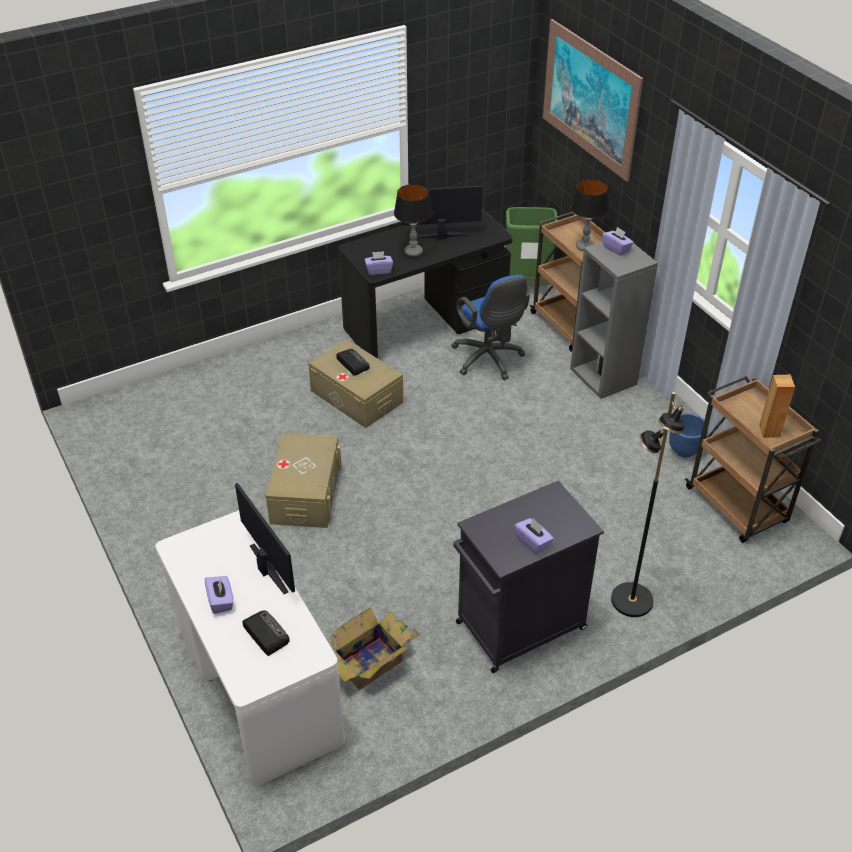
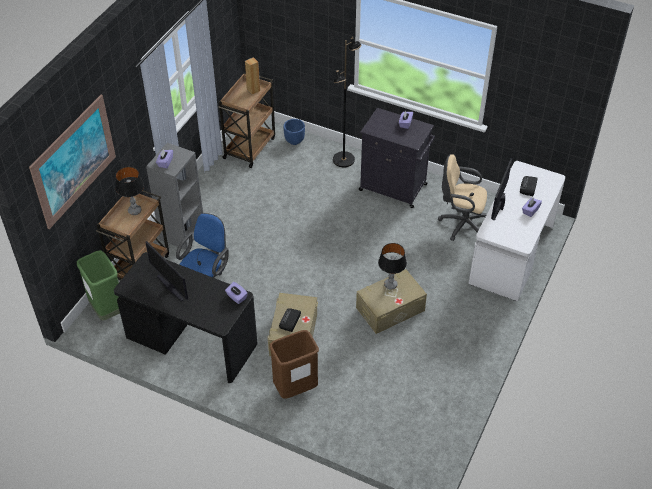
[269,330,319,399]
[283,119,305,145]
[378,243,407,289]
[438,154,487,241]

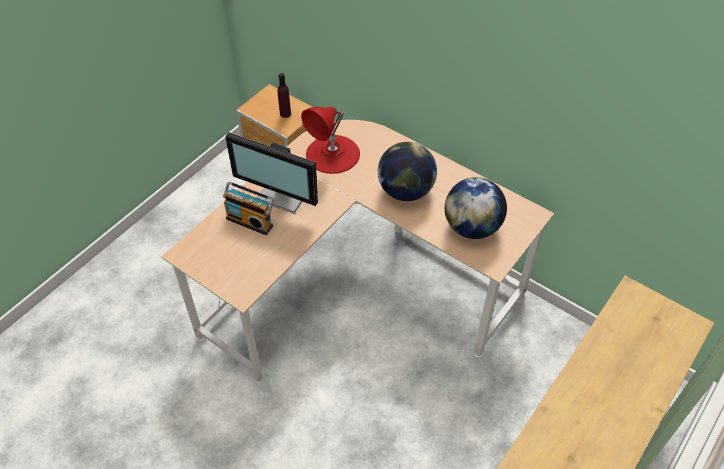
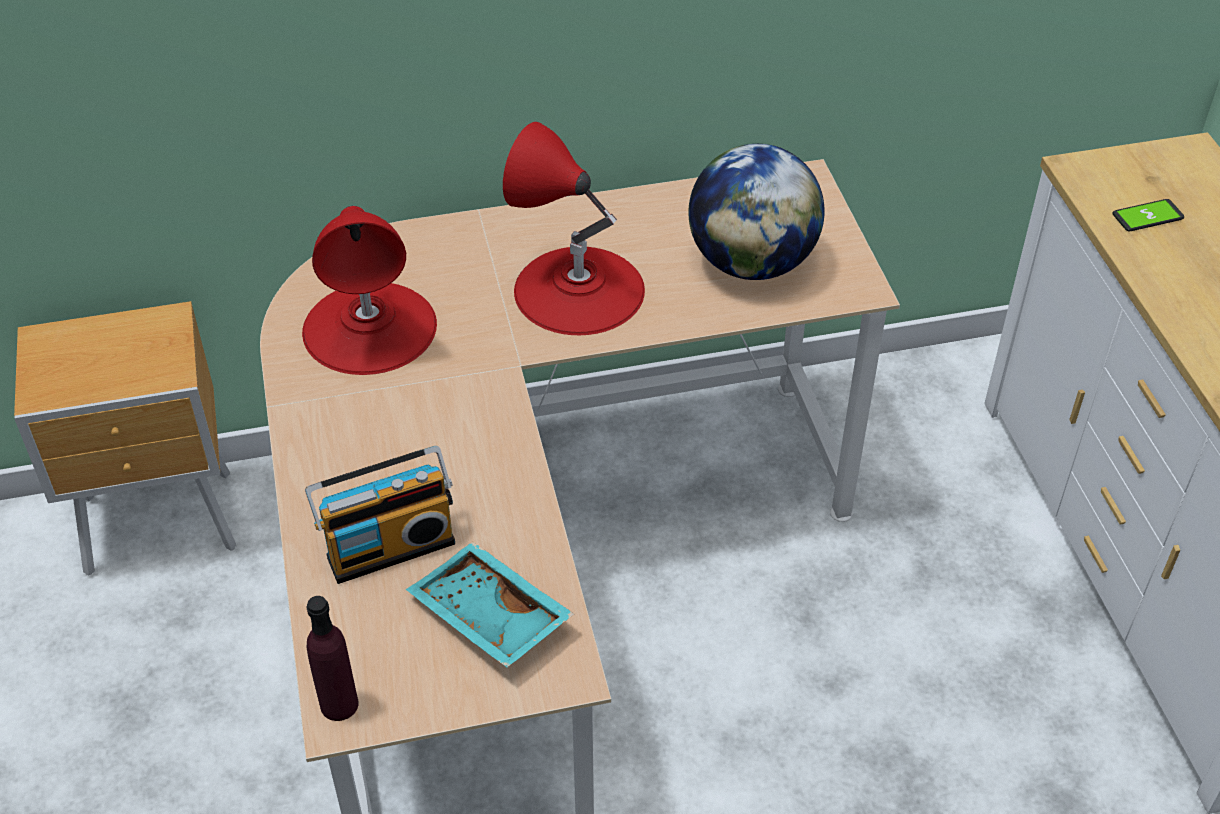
[306,596,359,721]
[406,542,574,668]
[503,122,645,335]
[1113,199,1184,231]
[225,132,318,213] (first image)

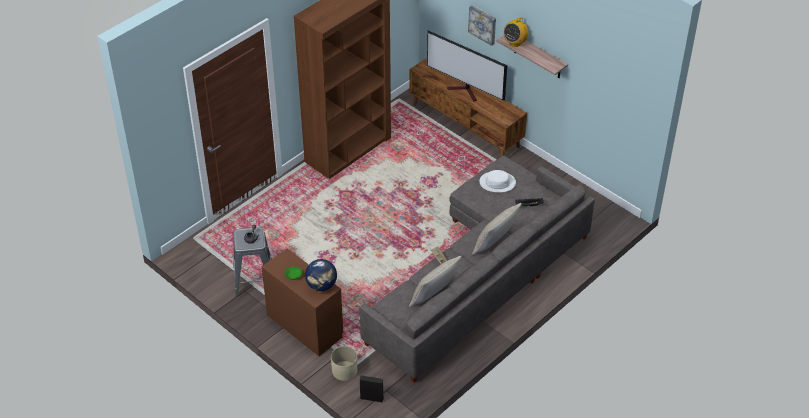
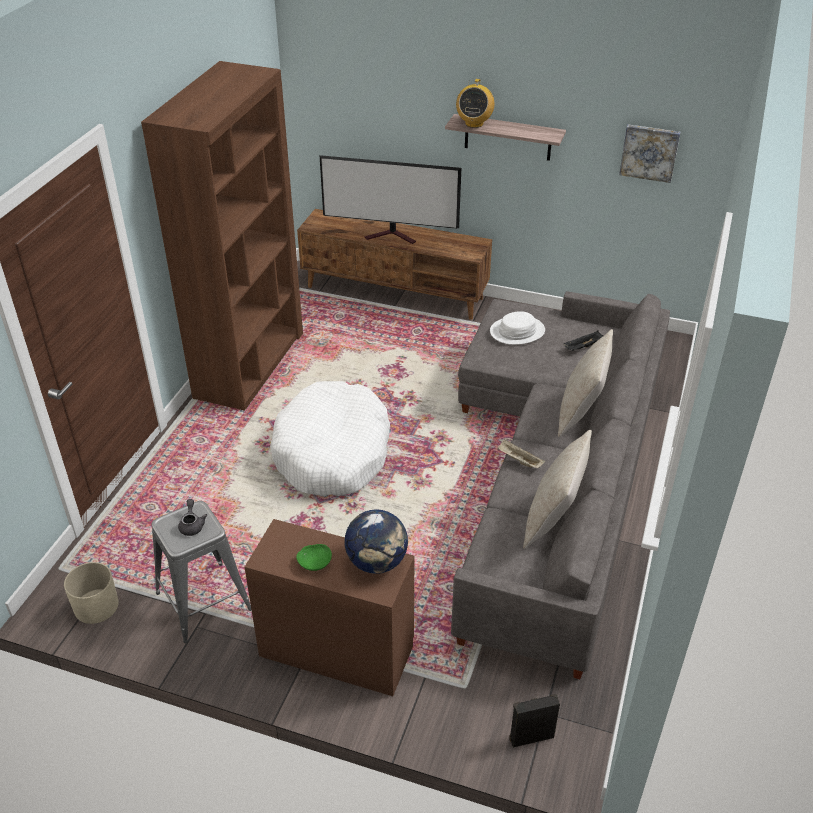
[64,562,119,624]
[270,381,390,496]
[619,124,680,183]

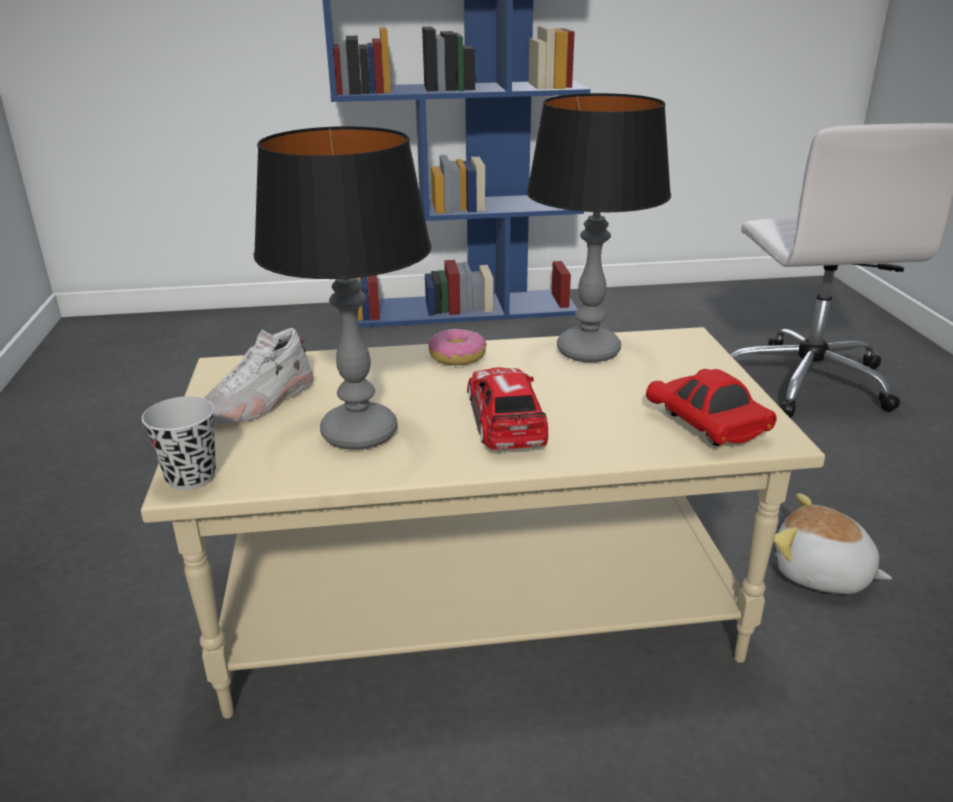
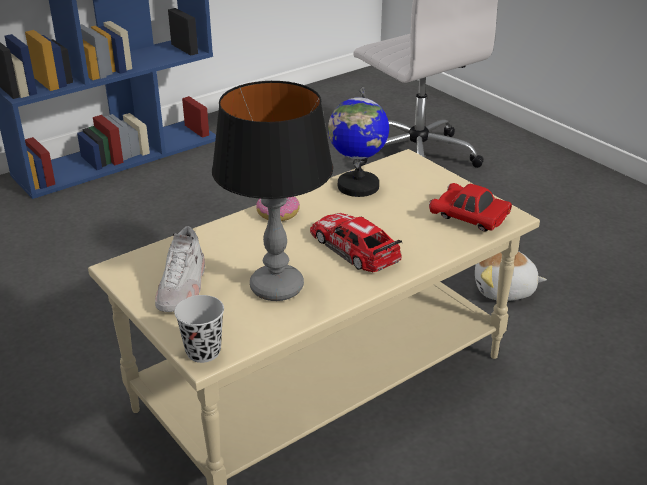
[328,87,389,197]

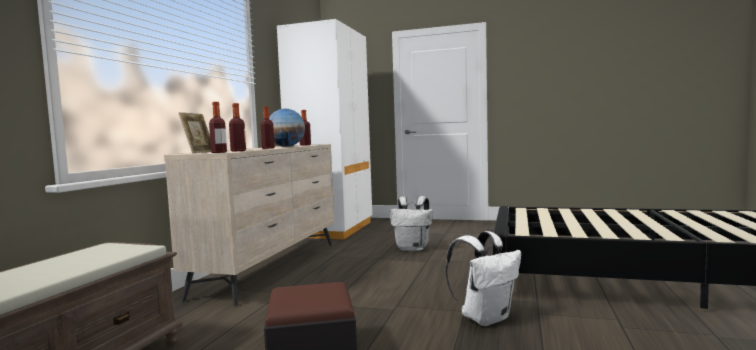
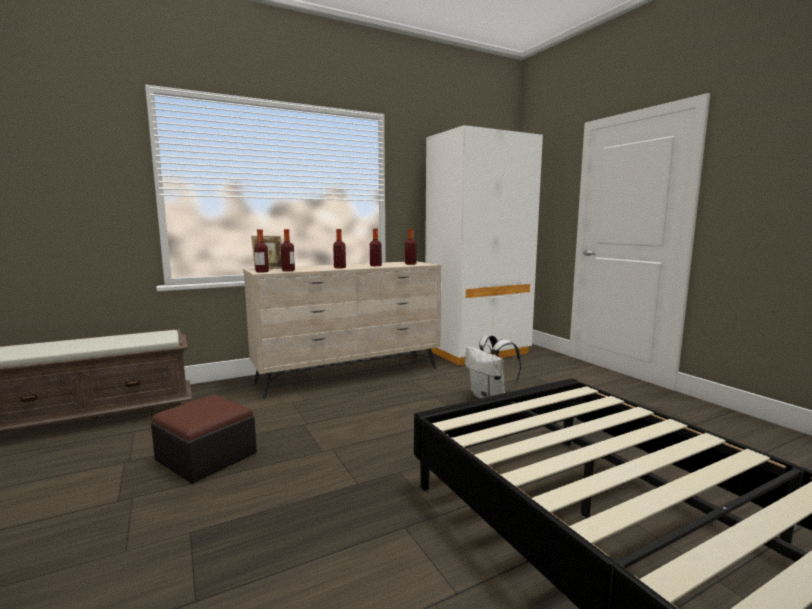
[370,229,382,266]
[446,231,521,326] (first image)

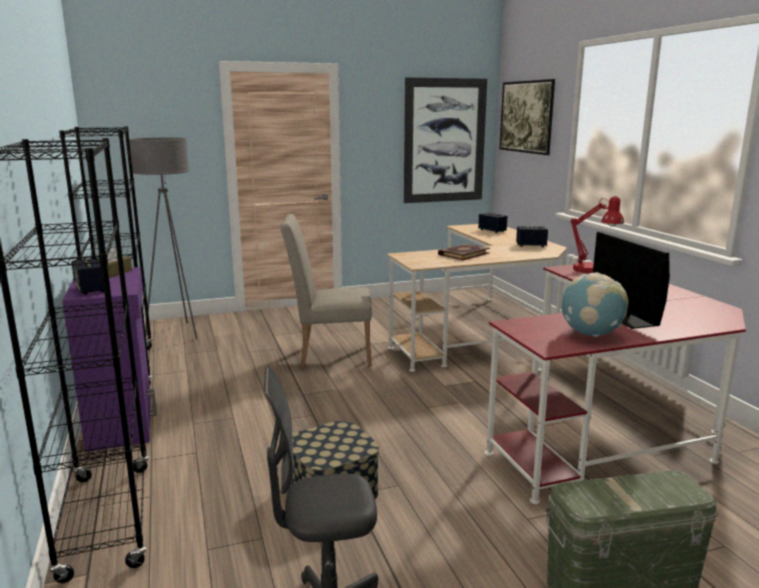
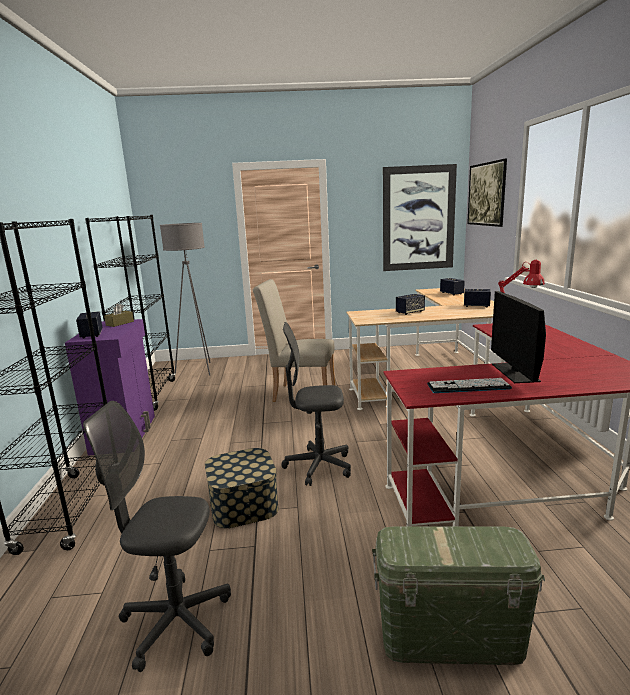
[281,322,351,486]
[396,294,425,315]
[427,378,512,393]

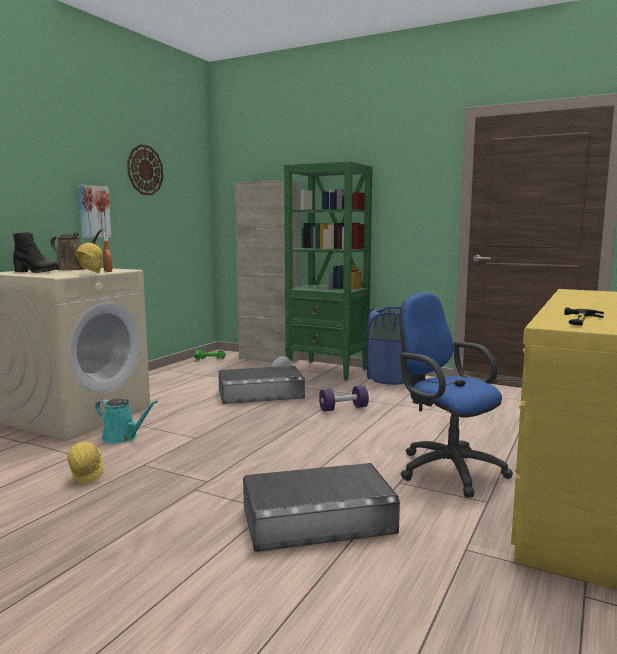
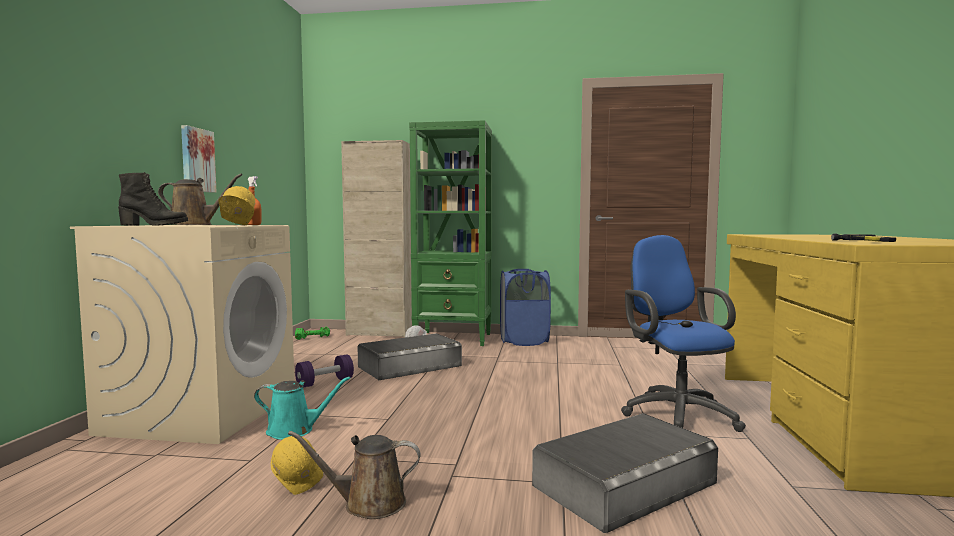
[288,431,421,519]
[295,354,354,388]
[621,235,746,432]
[127,144,163,195] (first image)

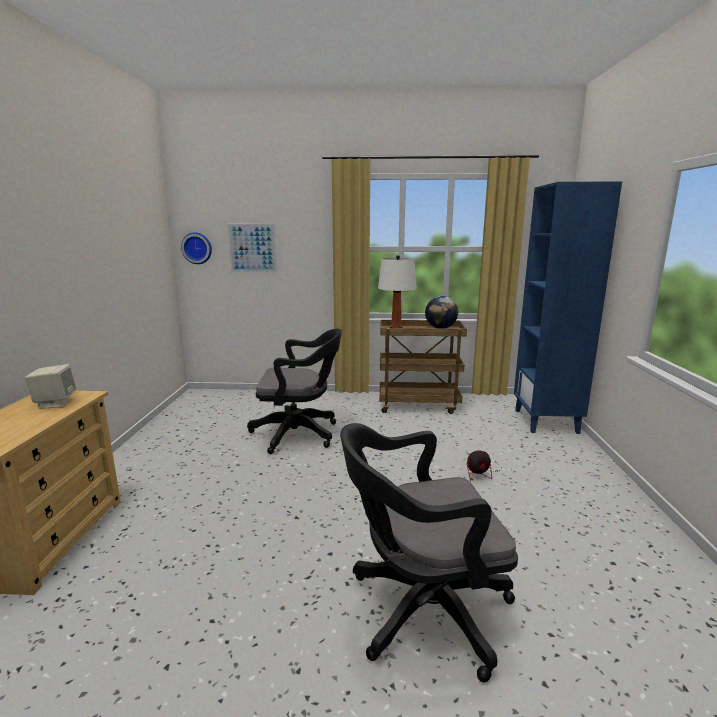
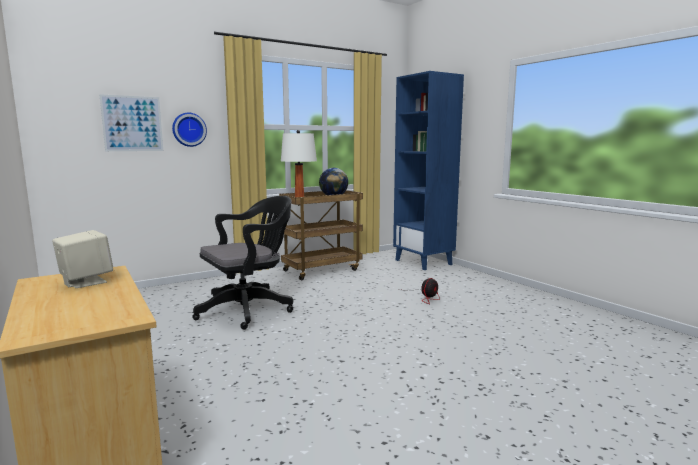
[172,113,207,147]
[340,423,518,683] (first image)

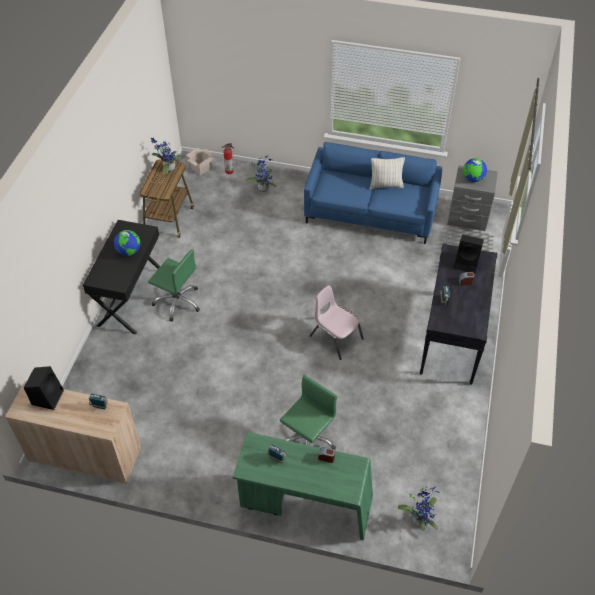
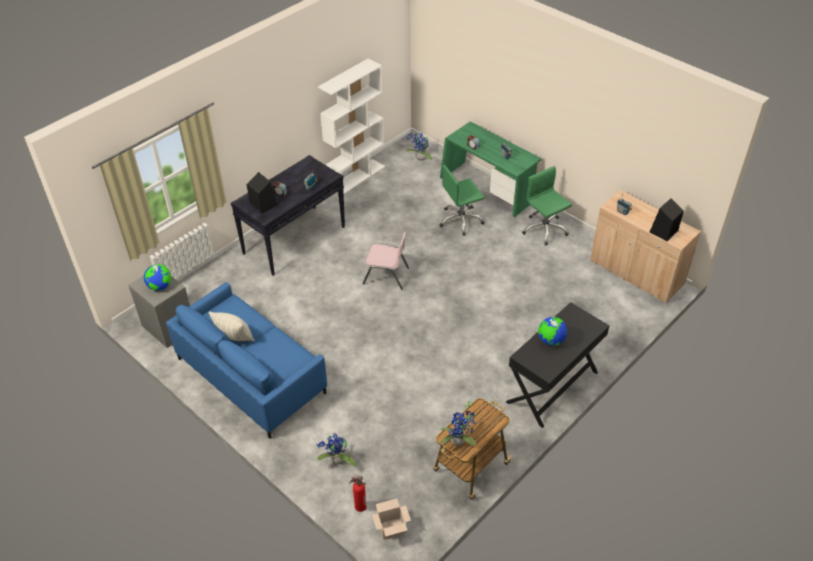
[318,59,385,195]
[362,232,409,289]
[522,166,572,246]

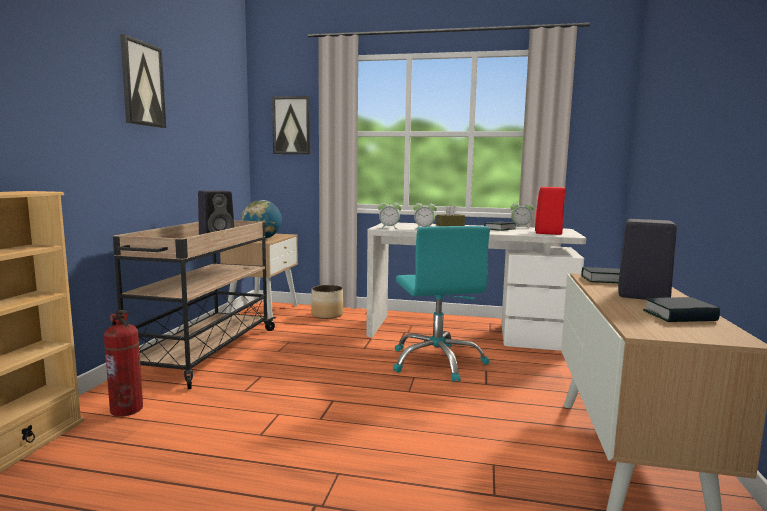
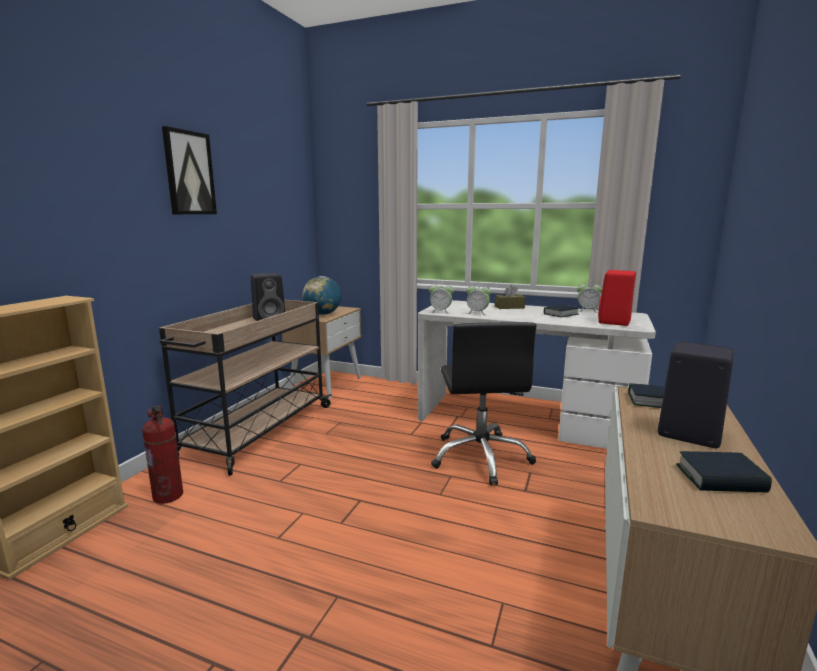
[431,322,536,485]
[272,96,310,154] (first image)
[311,285,343,319] (first image)

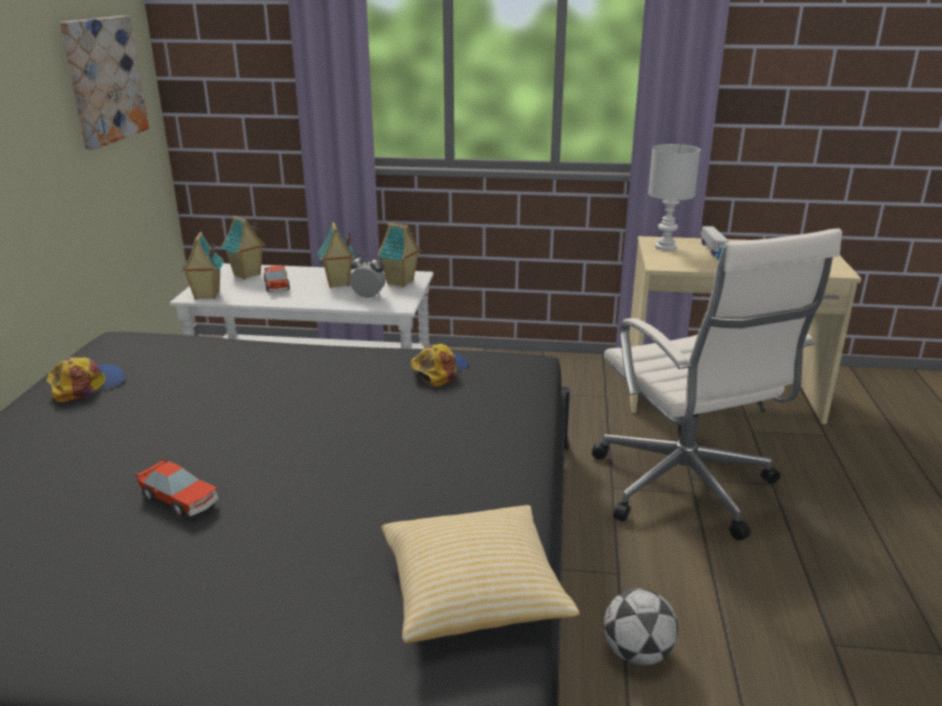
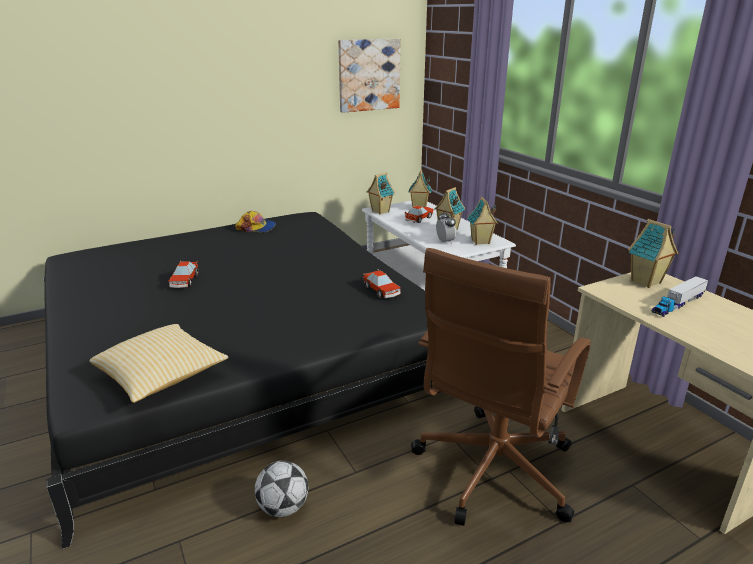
[363,269,401,298]
[411,248,591,526]
[628,219,678,288]

